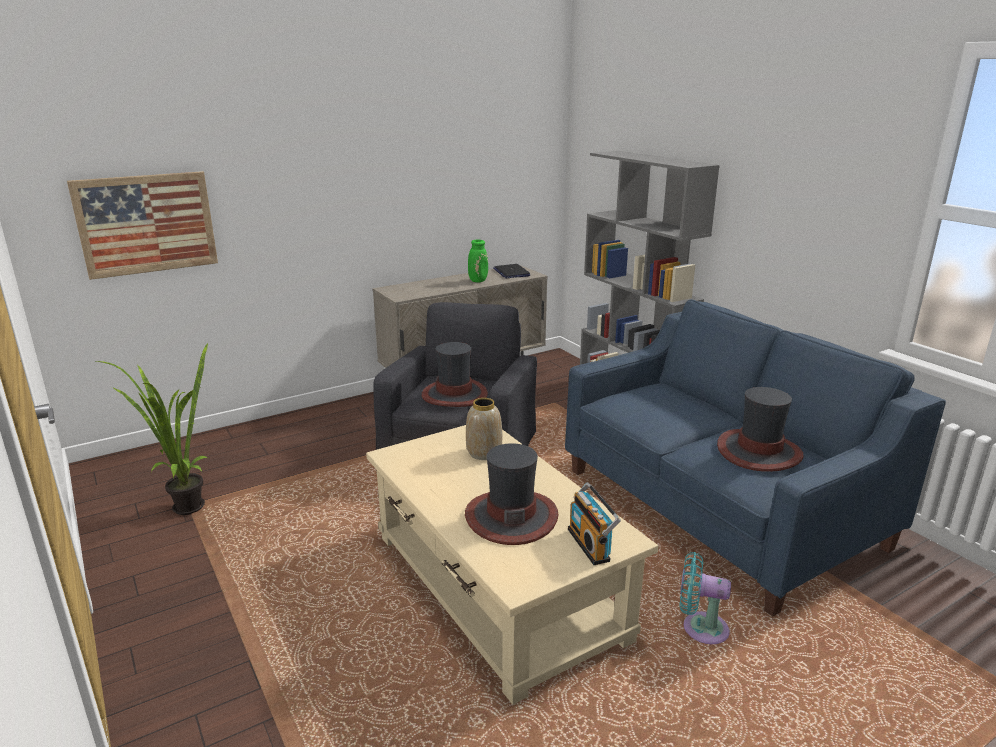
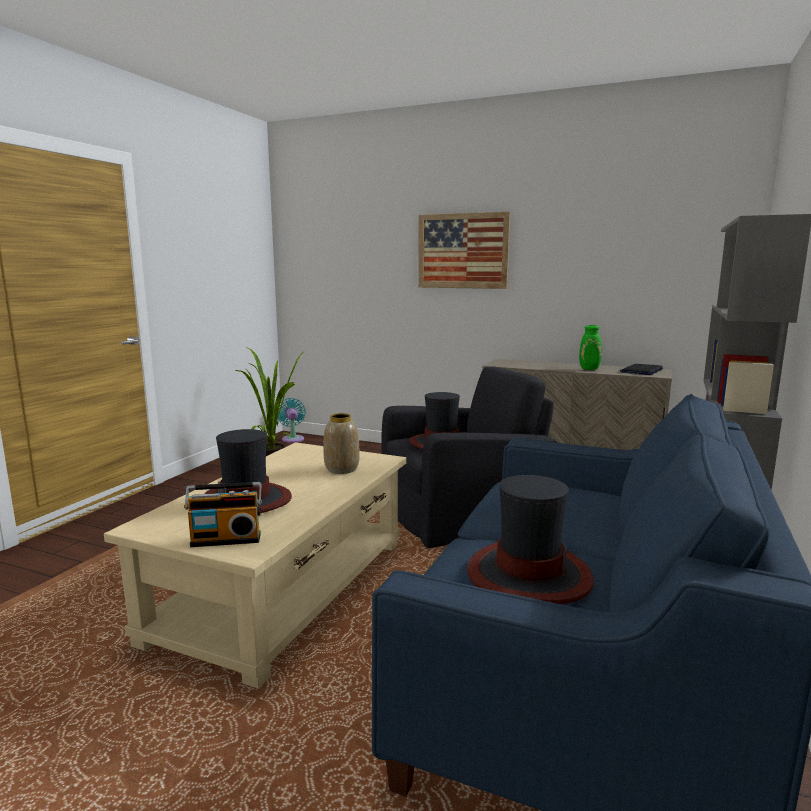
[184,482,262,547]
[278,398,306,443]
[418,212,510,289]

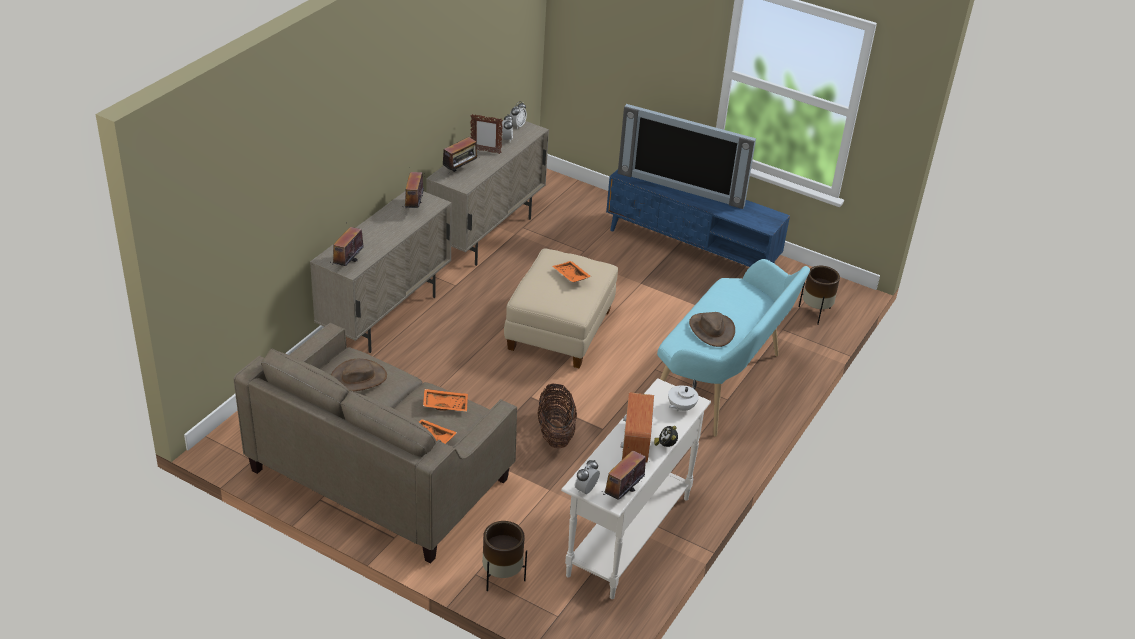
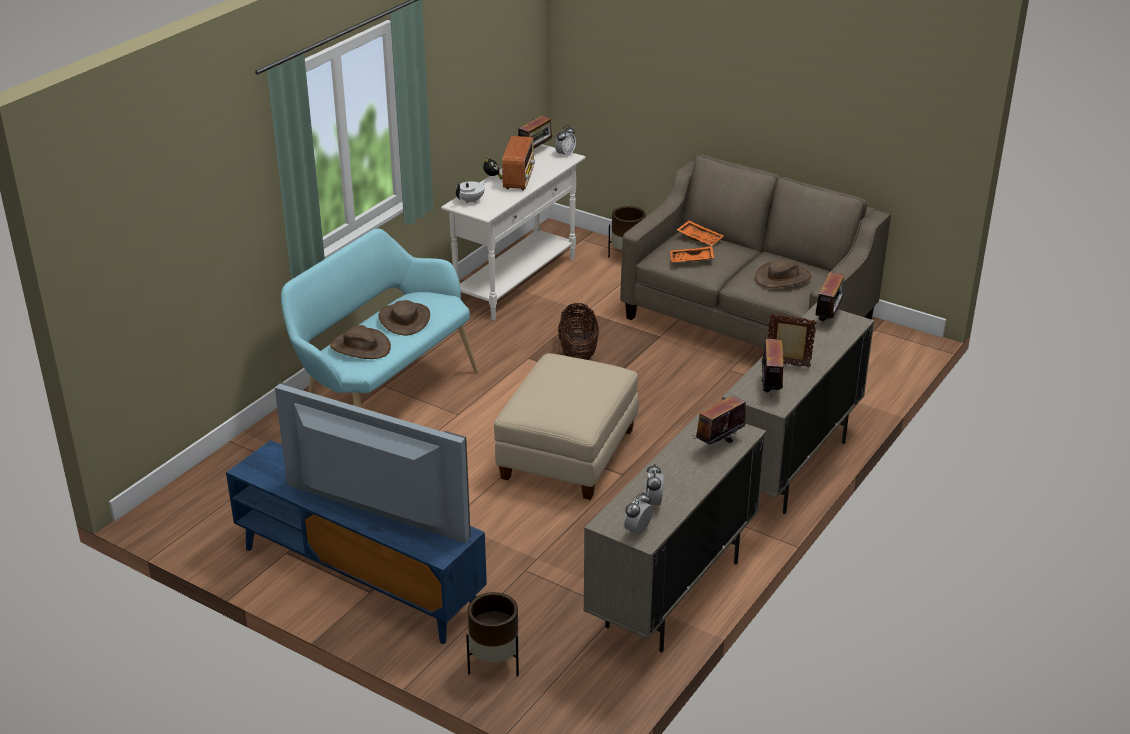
[330,325,391,359]
[466,592,519,676]
[768,313,817,368]
[553,261,591,282] (first image)

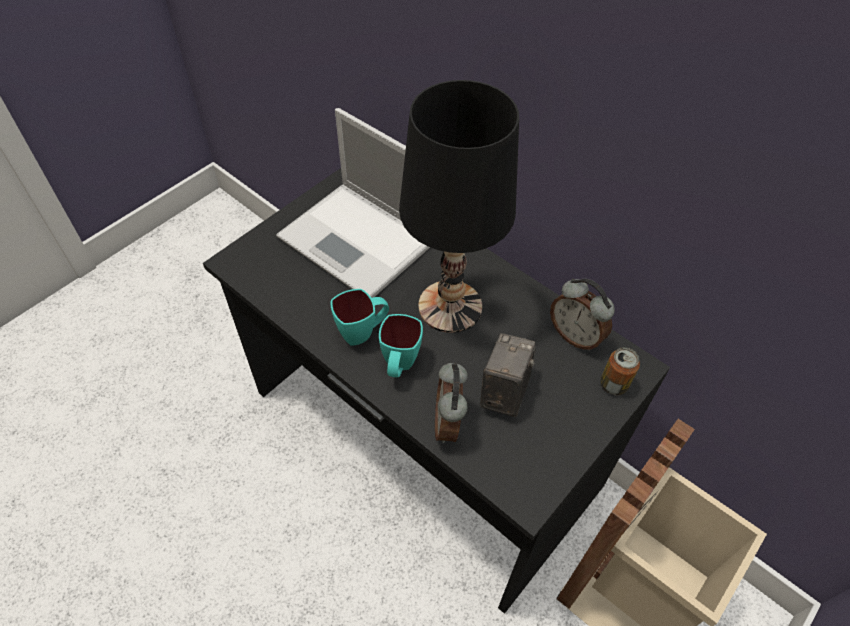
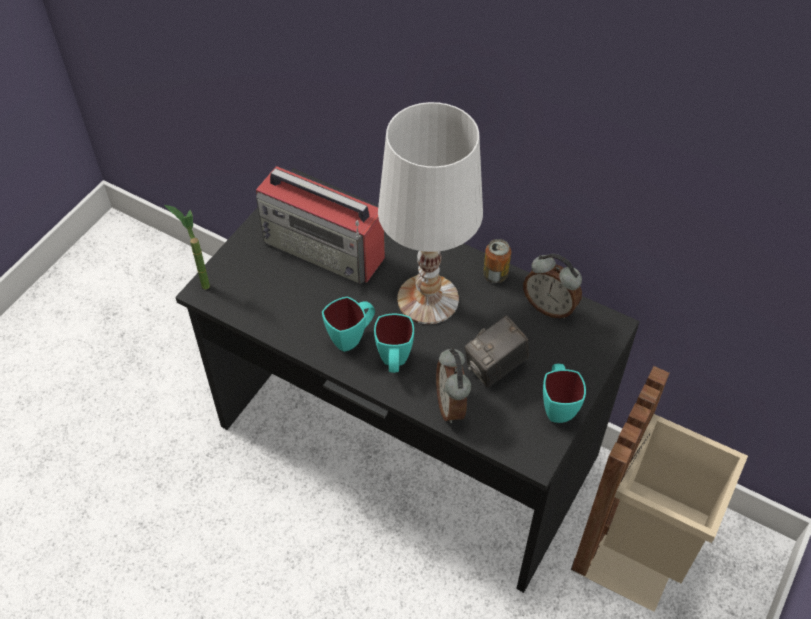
[164,205,210,290]
[256,166,385,284]
[378,102,483,324]
[465,315,529,388]
[483,239,511,283]
[543,364,586,423]

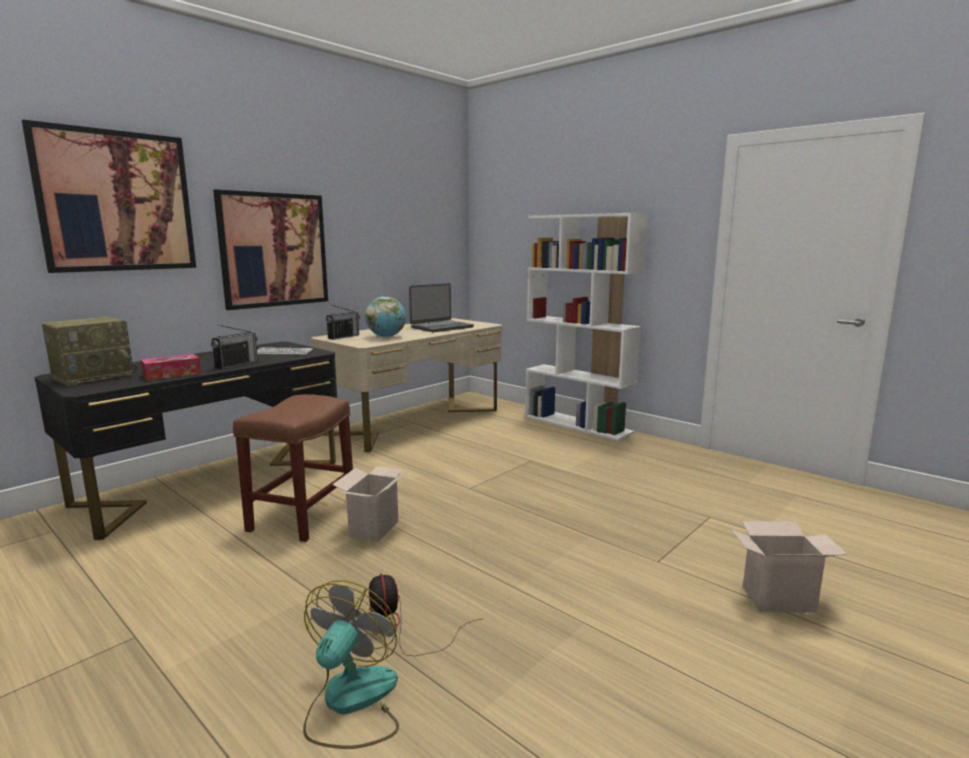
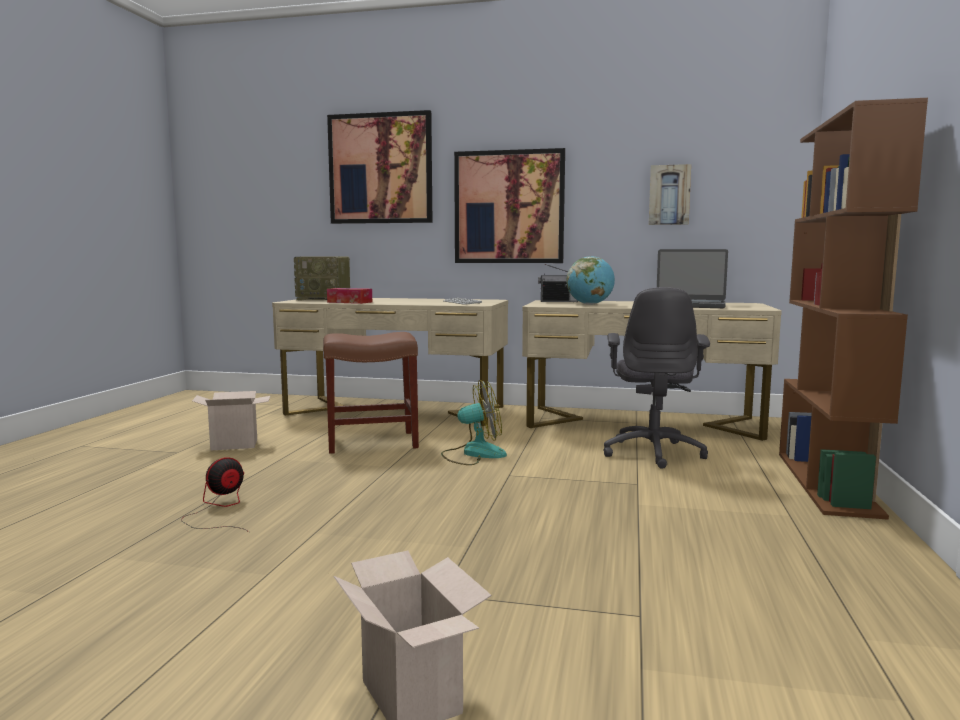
[192,391,270,450]
[272,298,508,426]
[441,380,507,465]
[604,287,710,469]
[649,164,691,225]
[779,98,928,520]
[211,325,258,369] (first image)

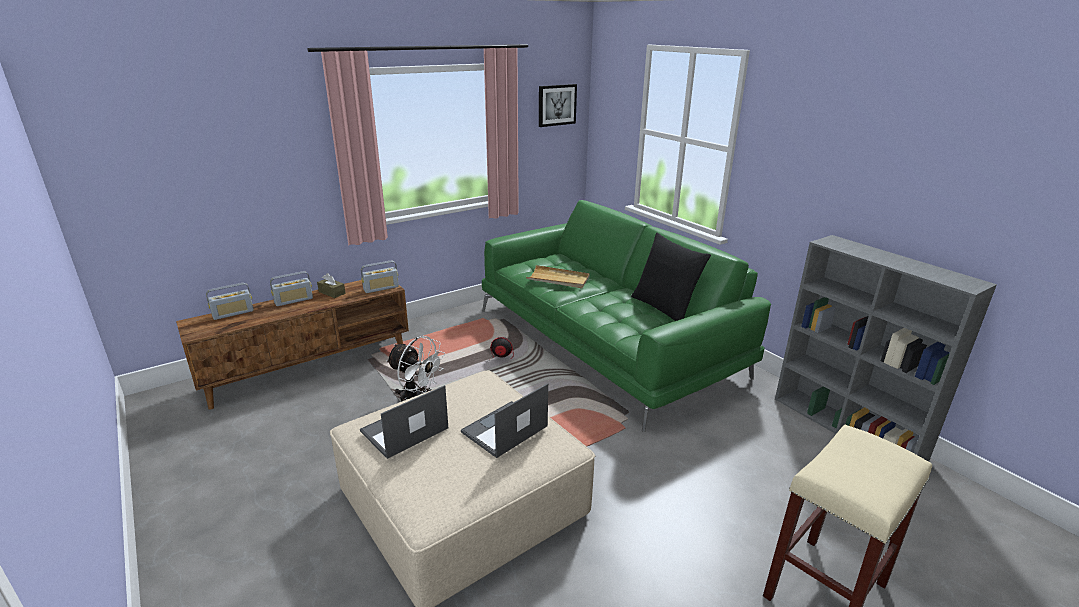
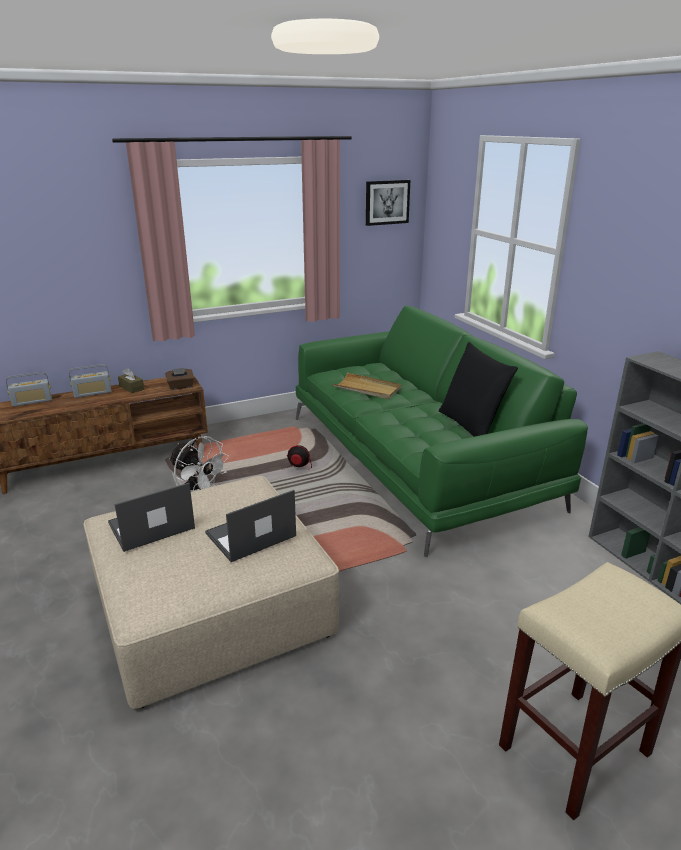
[165,368,194,390]

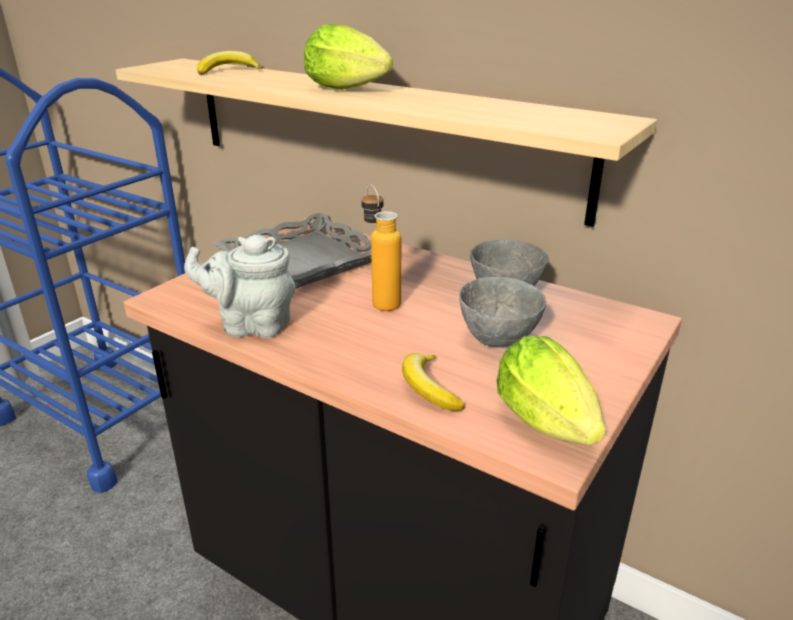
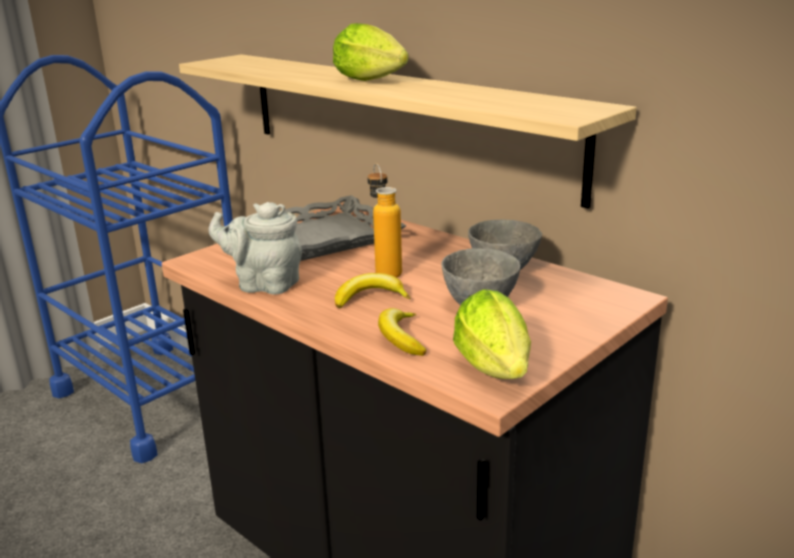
[335,273,410,308]

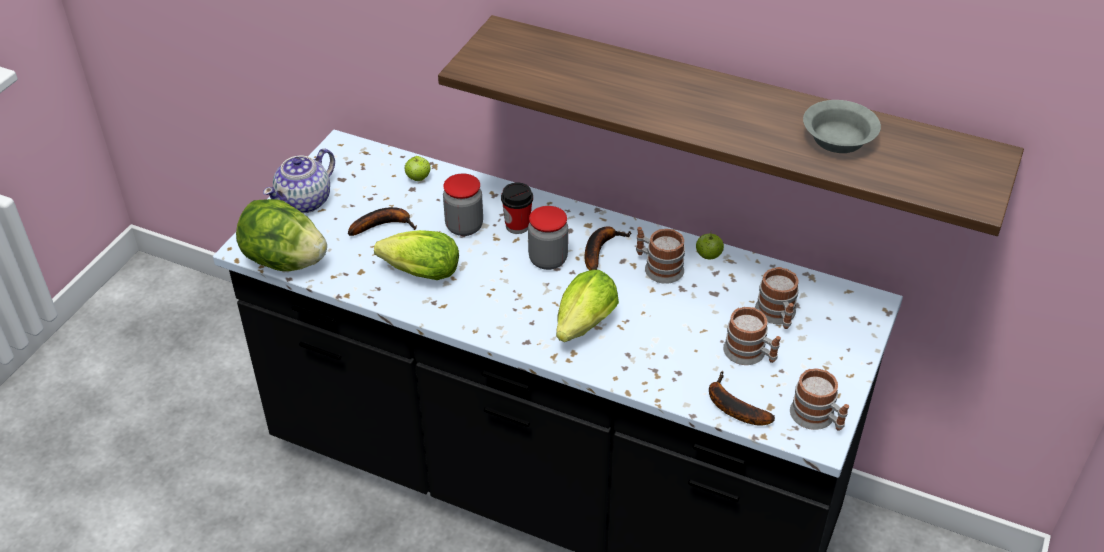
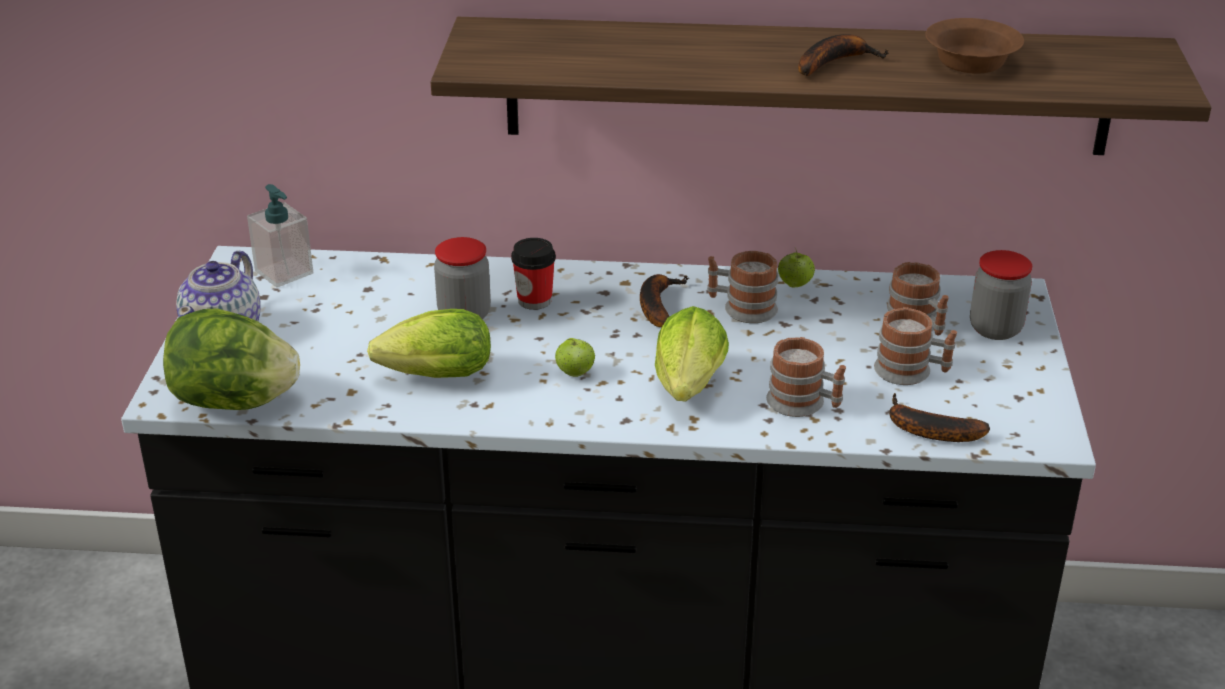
[247,184,314,288]
[555,338,595,377]
[766,337,846,417]
[798,34,889,76]
[925,18,1024,73]
[970,250,1032,340]

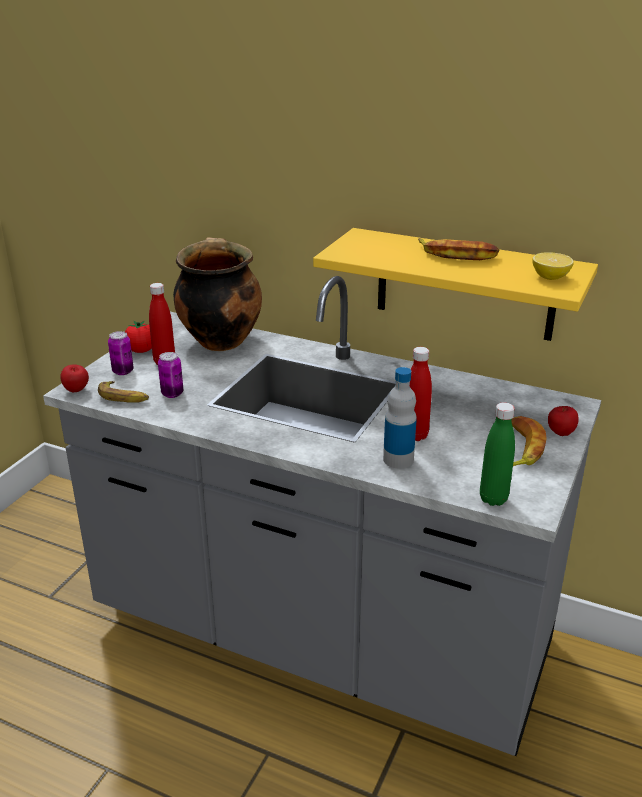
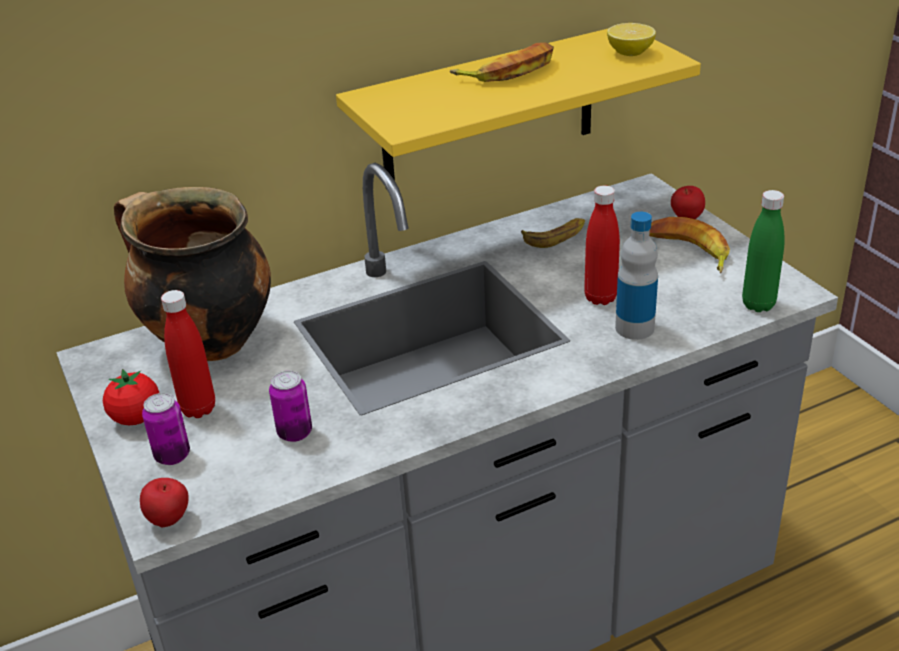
[521,218,585,248]

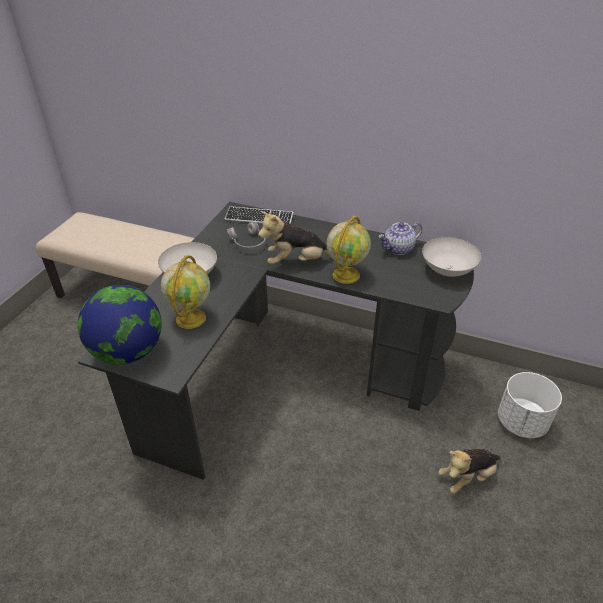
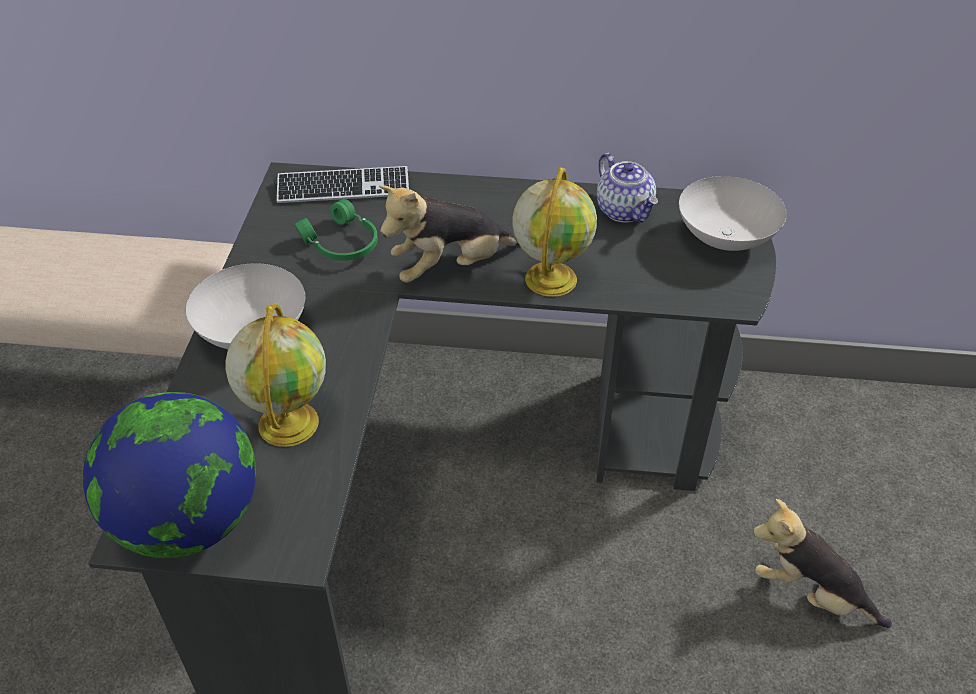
[294,199,378,261]
[597,153,658,223]
[753,499,892,628]
[498,372,562,438] (first image)

